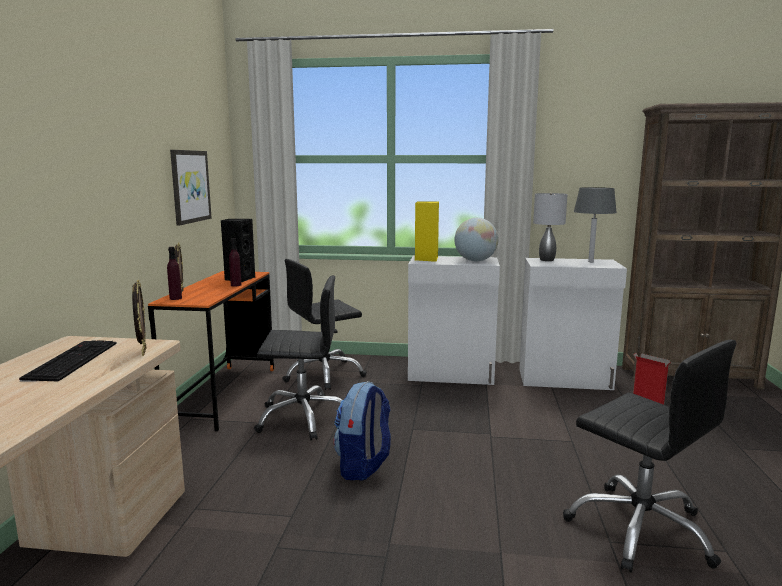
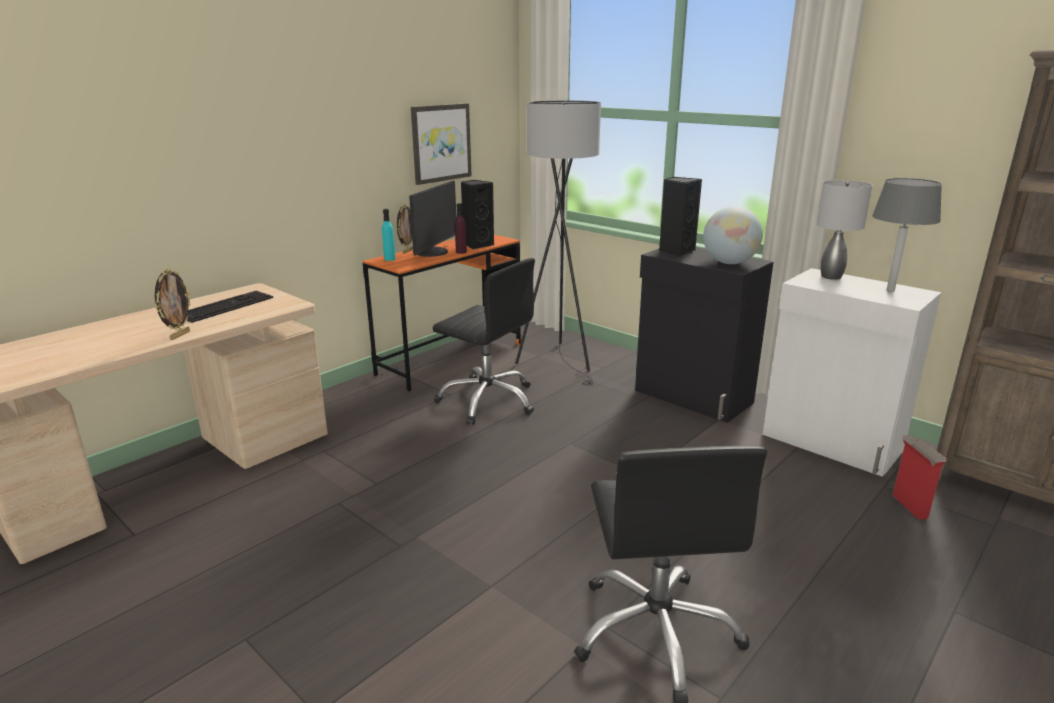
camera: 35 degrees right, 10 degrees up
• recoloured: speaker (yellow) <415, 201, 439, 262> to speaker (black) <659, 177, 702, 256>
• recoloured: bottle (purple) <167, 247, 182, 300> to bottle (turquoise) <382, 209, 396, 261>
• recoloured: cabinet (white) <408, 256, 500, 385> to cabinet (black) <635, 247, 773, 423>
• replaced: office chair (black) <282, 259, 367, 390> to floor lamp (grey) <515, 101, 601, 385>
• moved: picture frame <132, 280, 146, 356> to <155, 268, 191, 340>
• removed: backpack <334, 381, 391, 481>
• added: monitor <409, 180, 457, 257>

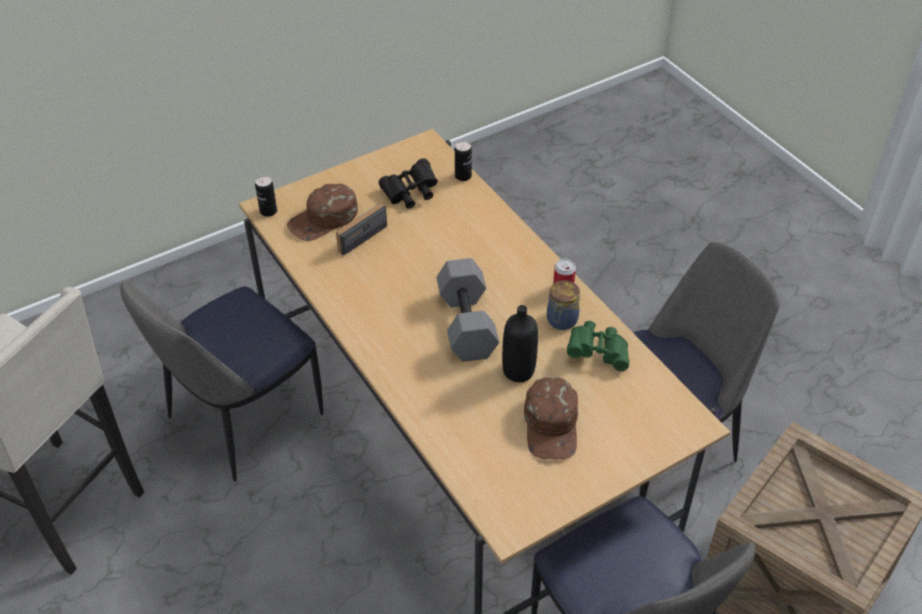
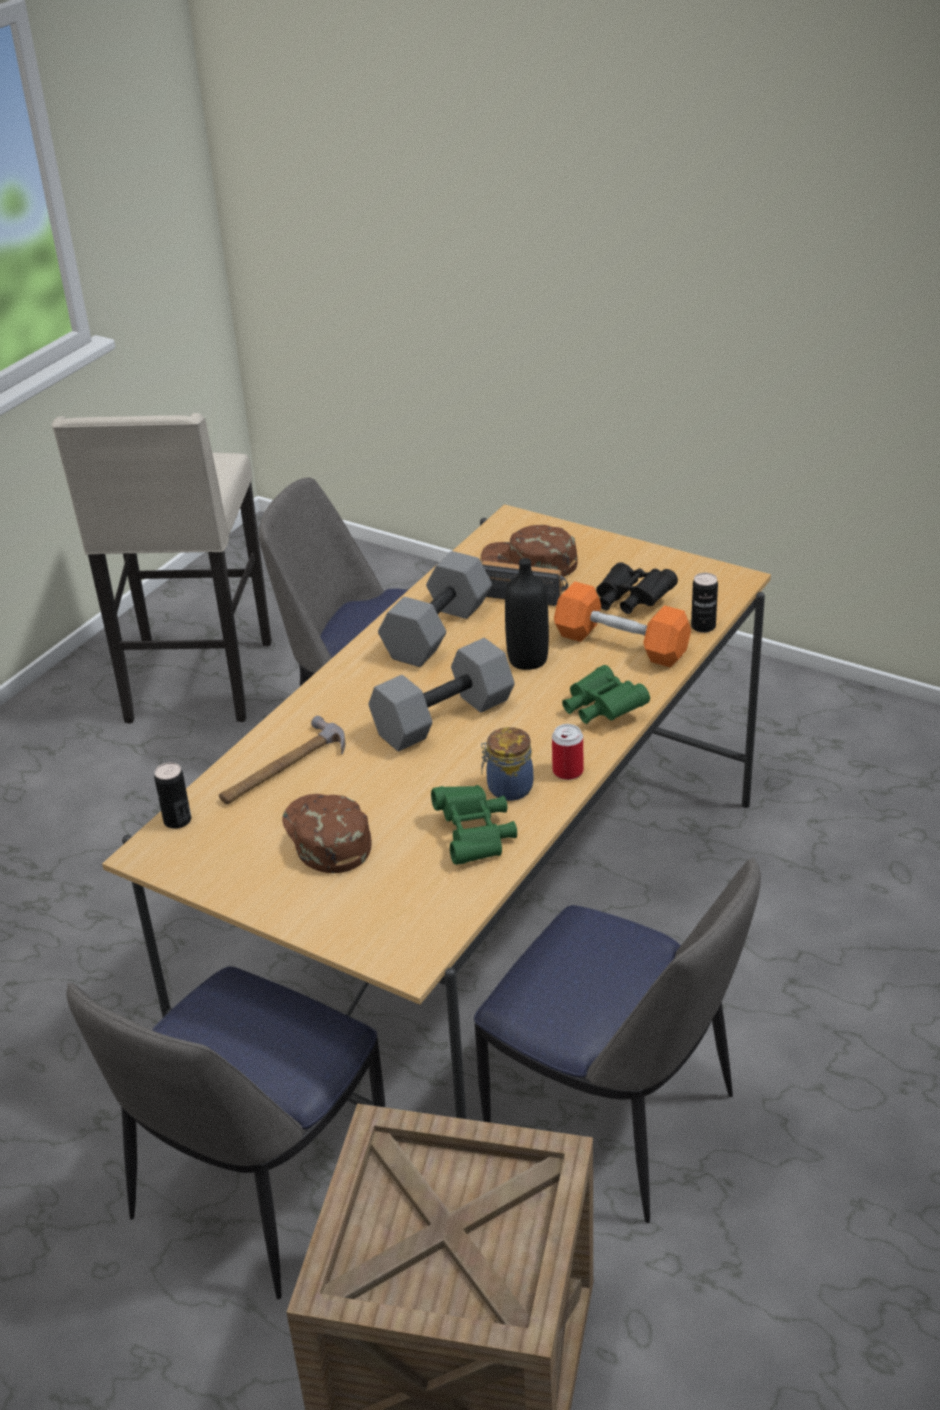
camera: 65 degrees right, 10 degrees down
• moved: can <255, 176, 277, 217> to <154, 762, 191, 829>
• moved: bottle (black) <502, 305, 538, 382> to <505, 558, 549, 670>
• turned: cap (brown) <524, 377, 578, 459> = <282, 794, 372, 873> 90 degrees clockwise
• added: dumbbell (grey) <378, 551, 492, 667>
• added: dumbbell (orange) <554, 581, 691, 668>
• added: binoculars (green) <562, 665, 650, 724>
• added: hammer <219, 716, 345, 804>

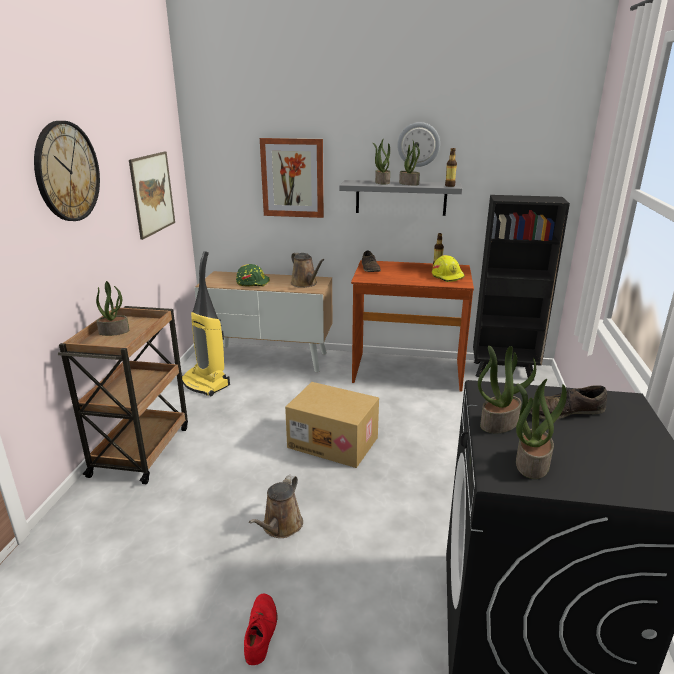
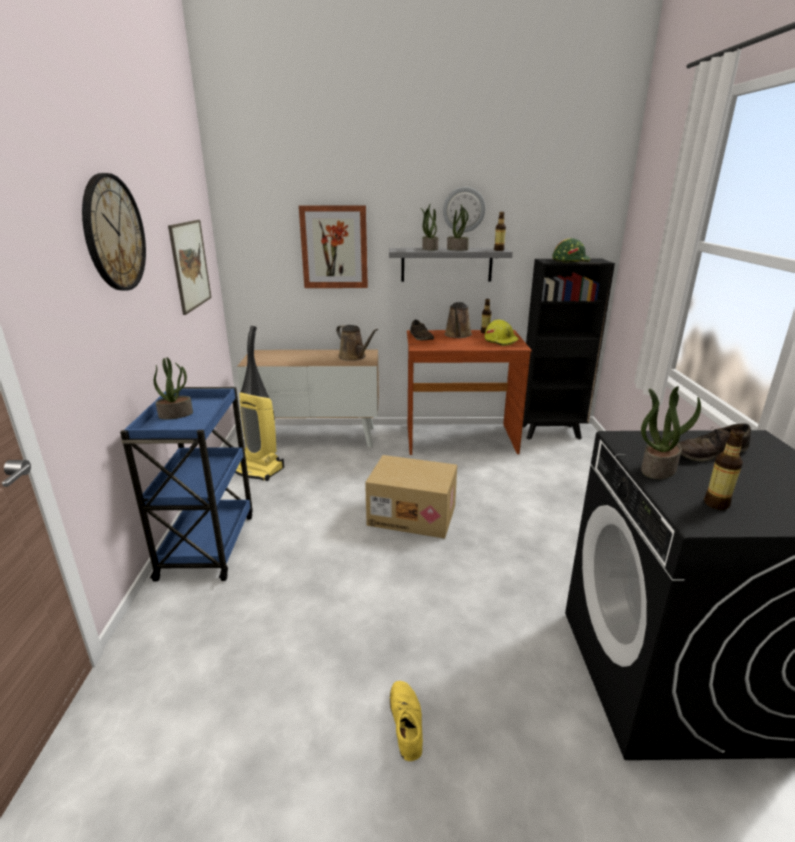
camera: 10 degrees left, 0 degrees up
• moved: hard hat (green) <236, 264, 270, 286> to <552, 238, 590, 262>
• recoloured: cart (brown) <58, 306, 188, 484> to cart (blue) <120, 387, 253, 581>
• replaced: potted plant <516, 379, 567, 479> to bottle <704, 428, 744, 510>
• moved: watering can (brown) <249, 475, 303, 538> to <444, 302, 472, 338>
• recoloured: shoe (red) <244, 594, 277, 665> to shoe (yellow) <390, 681, 423, 761>

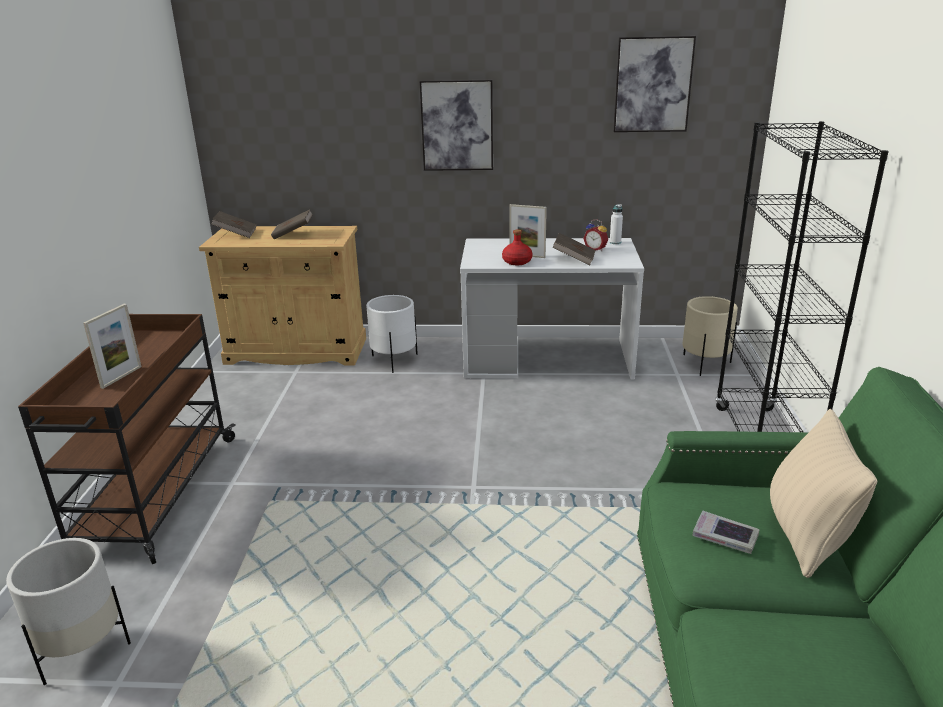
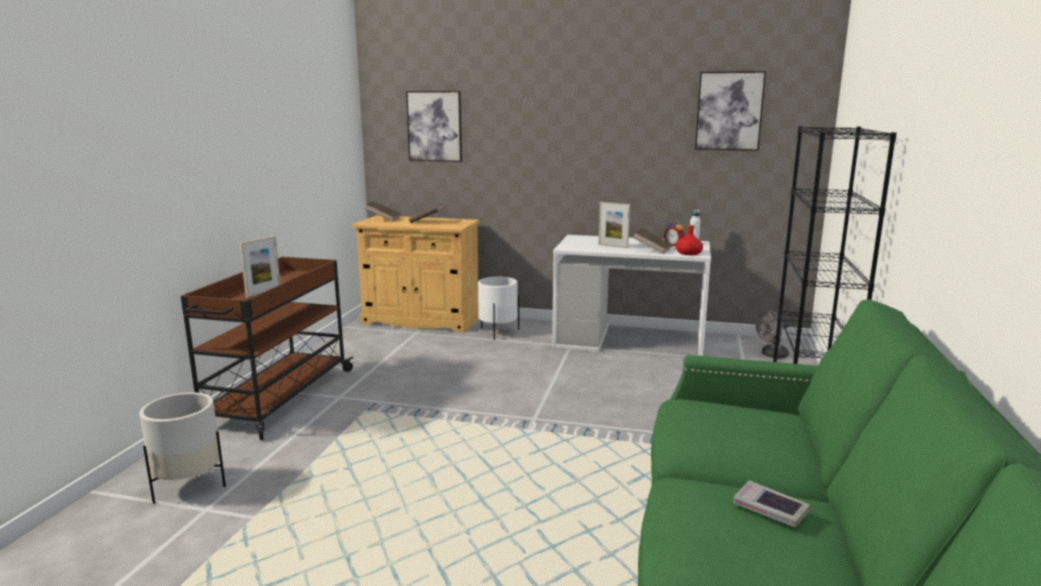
camera: 10 degrees right, 10 degrees down
• moved: picture <420, 80, 493, 171> to <406, 91, 462, 162>
• moved: bottle (red) <502, 230, 533, 265> to <676, 225, 703, 255>
• replaced: planter (beige) <682, 296, 738, 376> to fan (grey) <756, 310, 789, 359>
• removed: pillow (beige) <770, 409, 878, 578>
• moved: book <692, 510, 760, 554> to <733, 480, 810, 527>

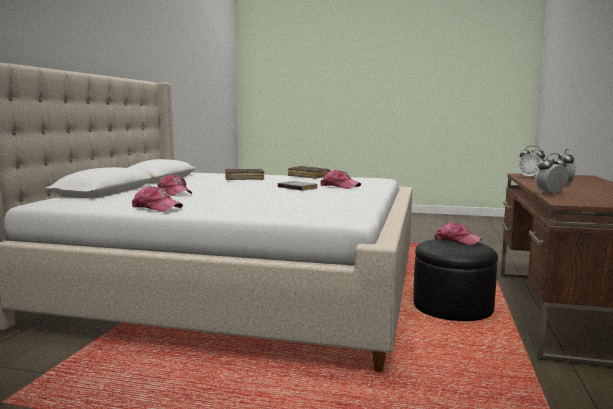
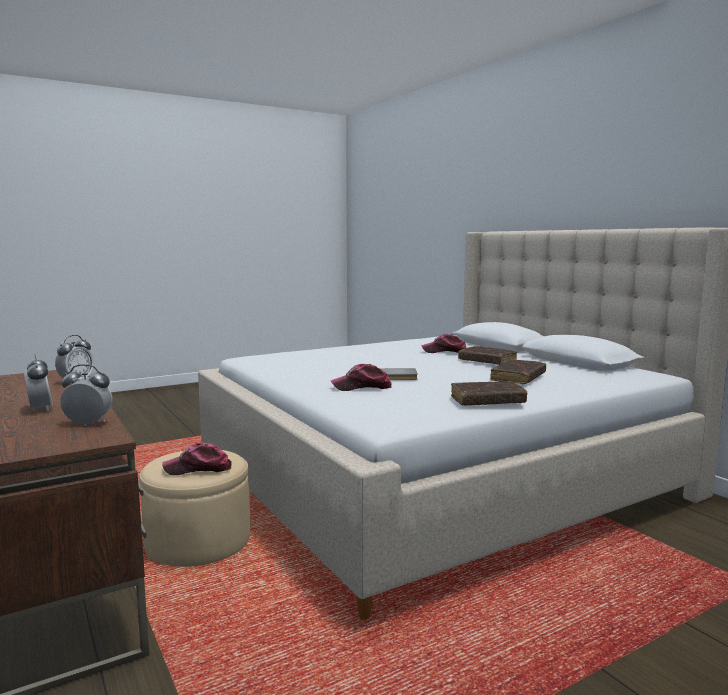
camera: 135 degrees right, 0 degrees up
• removed: cap <132, 186, 183, 212>
• recoloured: ottoman (black) <413, 239, 498, 321> to ottoman (beige) <139, 450, 250, 567>
• added: book (brown) <458, 346, 518, 365>

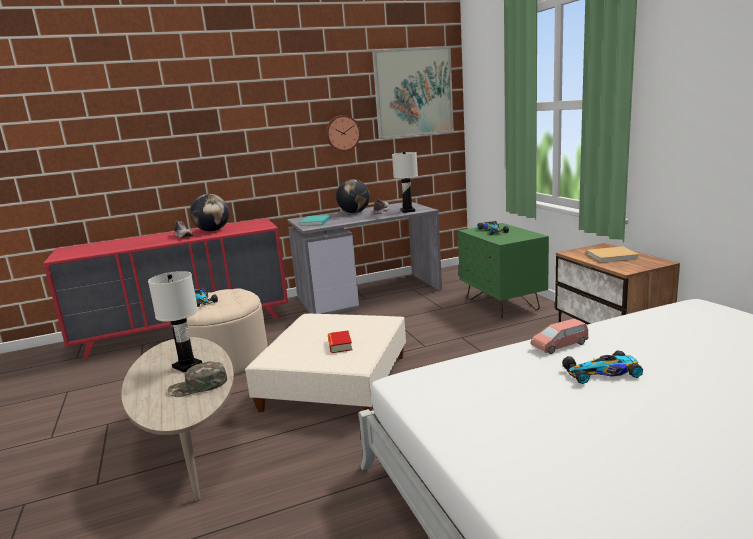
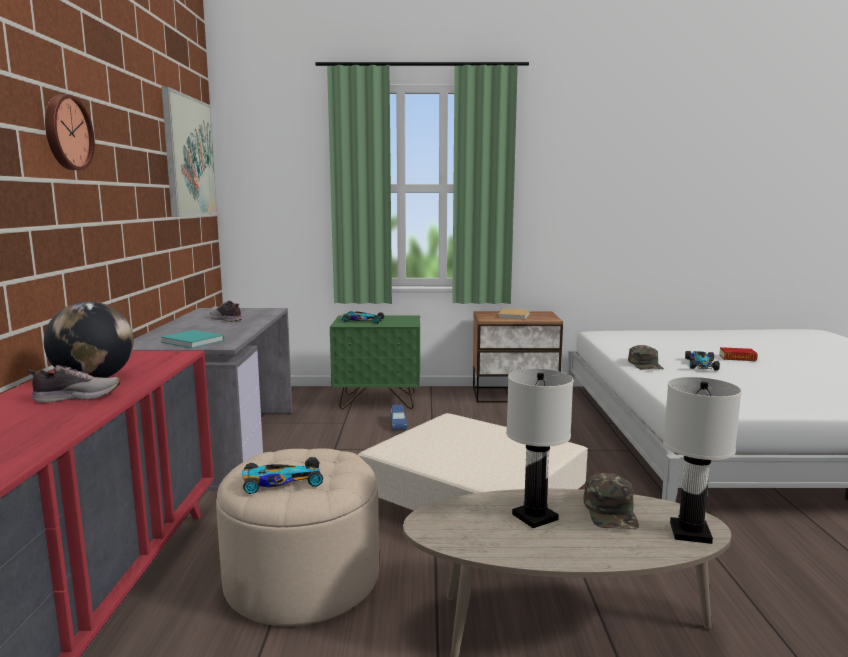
camera: 70 degrees left, 5 degrees down
• moved: wall clock <326, 115, 360, 151> to <45, 95, 95, 170>
• moved: table lamp (white) <392, 152, 418, 213> to <663, 377, 742, 544>
• removed: globe <336, 179, 370, 213>
• replaced: toy car (pink) <531, 319, 588, 354> to cap (green) <628, 345, 664, 370>
• moved: book <328, 331, 352, 353> to <719, 347, 757, 361>
• added: toy car (blue) <390, 405, 407, 430>

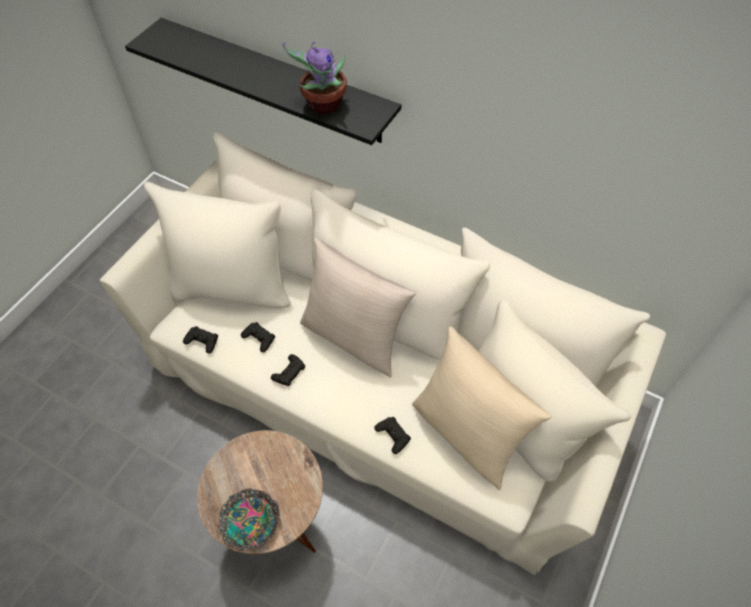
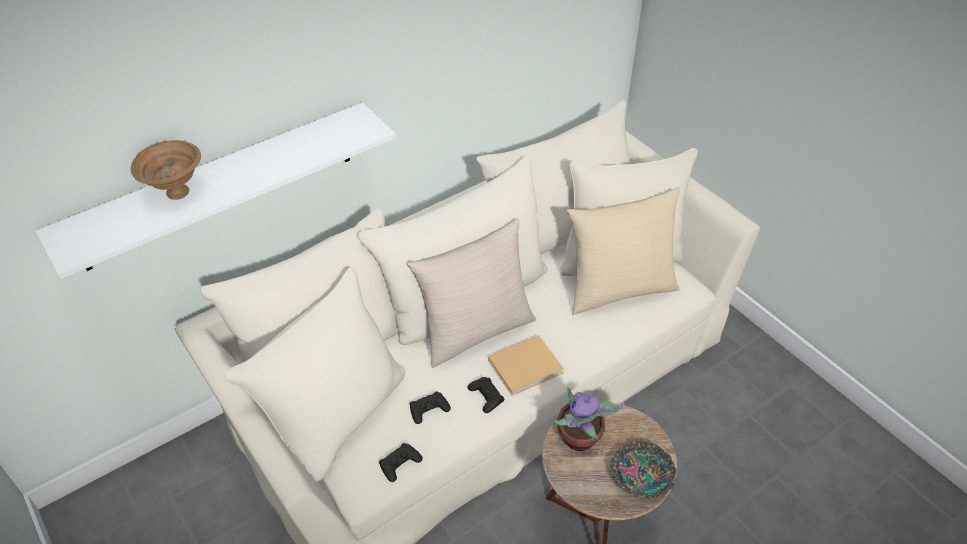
camera: 65 degrees left, 10 degrees down
• recoloured: shelf (black) <125, 18, 401, 145> to shelf (white) <35, 103, 396, 279>
• moved: potted plant <283, 41, 347, 114> to <554, 387, 624, 451>
• removed: game controller (black) <374, 417, 411, 454>
• added: bowl (brown) <131, 140, 201, 200>
• added: book (beige) <488, 335, 564, 396>

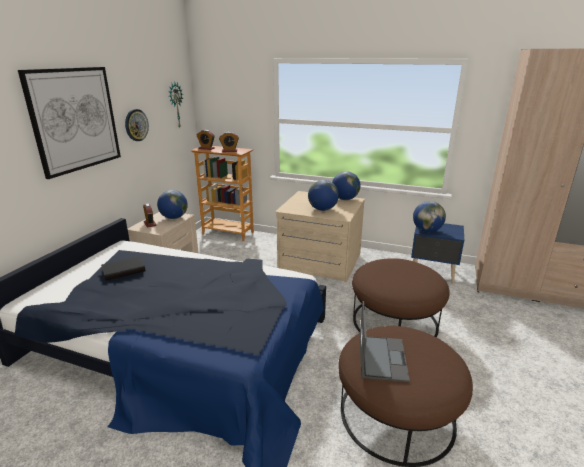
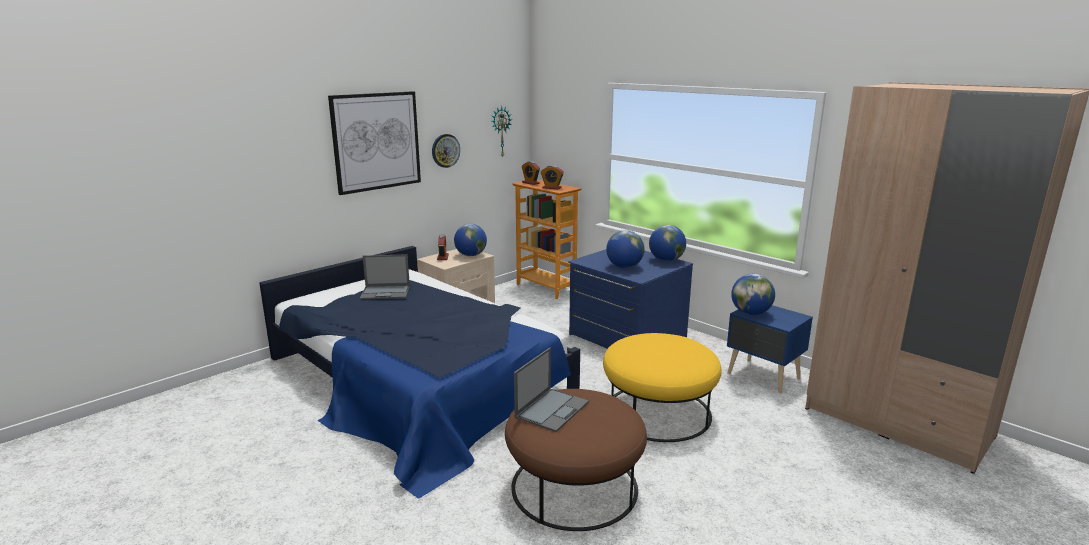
camera: 25 degrees right, 5 degrees down
• recoloured: dresser (beige) <275, 191, 365, 283> to dresser (blue) <568, 249, 693, 349>
• replaced: book (black) <101, 256, 145, 281> to laptop <360, 254, 410, 299>
• recoloured: ottoman (brown) <352, 258, 450, 337> to ottoman (yellow) <603, 333, 721, 442>

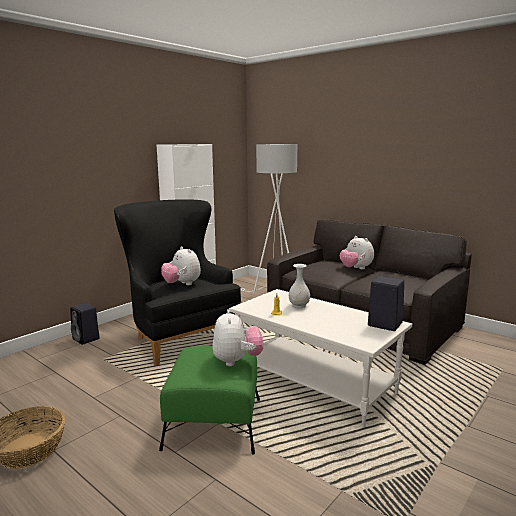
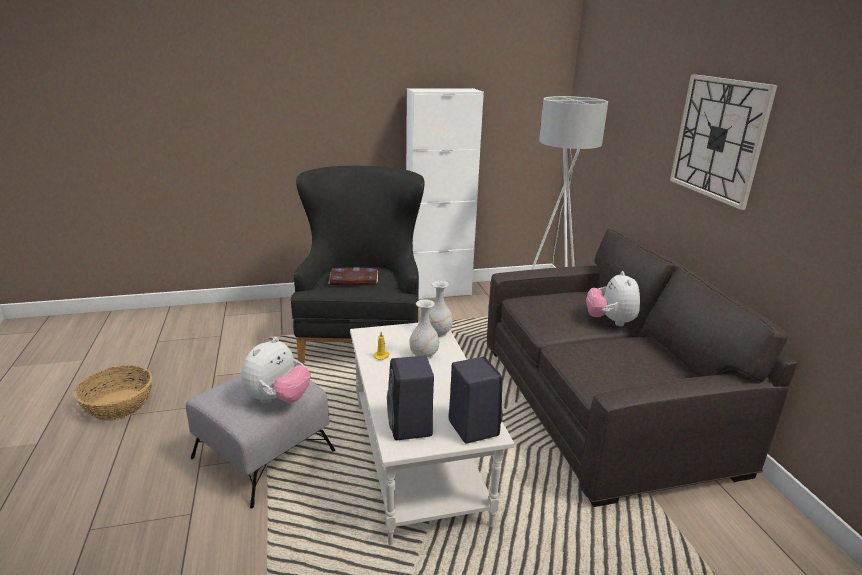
camera: 35 degrees right, 10 degrees up
• replaced: plush toy <161, 247, 201, 285> to book <328, 267, 378, 286>
• moved: speaker (black) <70, 303, 100, 345> to <387, 356, 434, 440>
• recoloured: ottoman (green) <159, 346, 260, 454> to ottoman (grey) <186, 375, 335, 509>
• added: wall clock <670, 74, 778, 210>
• added: vase (white) <429, 281, 453, 337>

